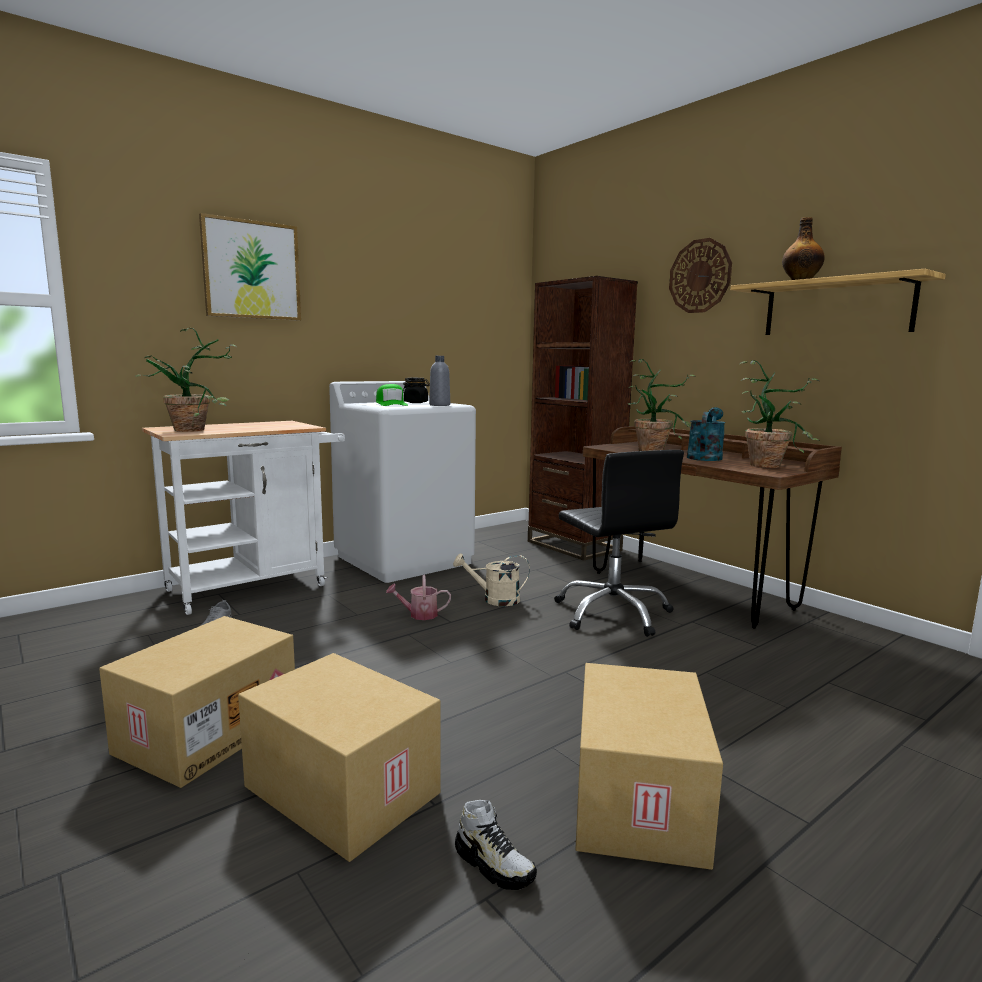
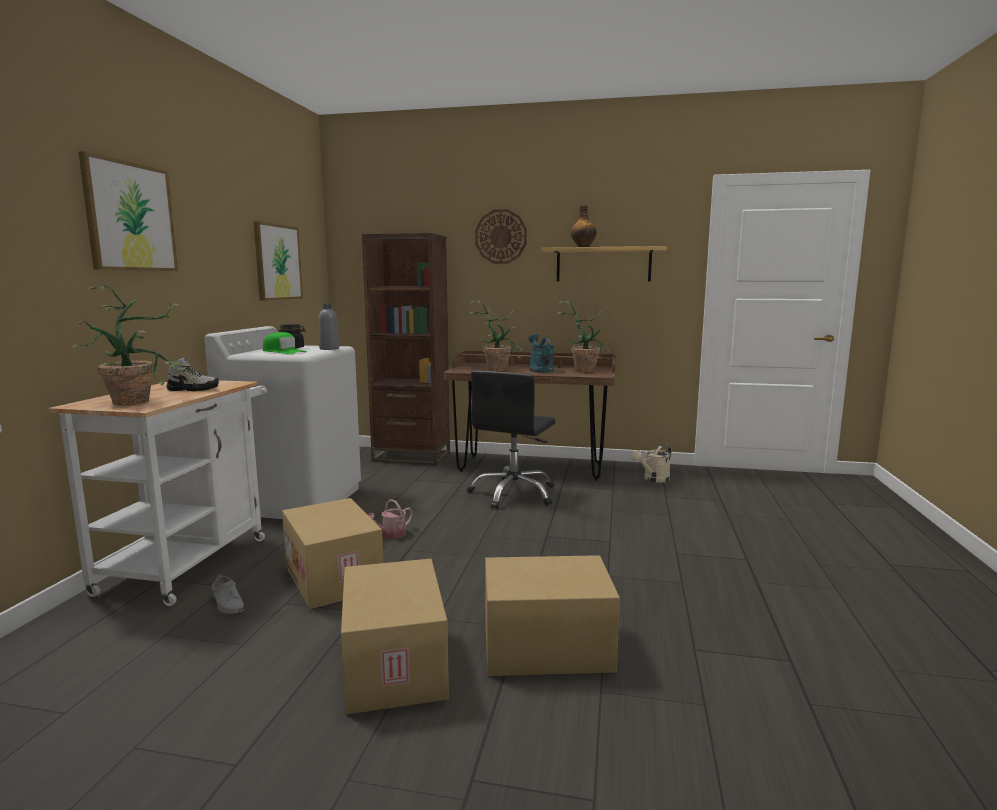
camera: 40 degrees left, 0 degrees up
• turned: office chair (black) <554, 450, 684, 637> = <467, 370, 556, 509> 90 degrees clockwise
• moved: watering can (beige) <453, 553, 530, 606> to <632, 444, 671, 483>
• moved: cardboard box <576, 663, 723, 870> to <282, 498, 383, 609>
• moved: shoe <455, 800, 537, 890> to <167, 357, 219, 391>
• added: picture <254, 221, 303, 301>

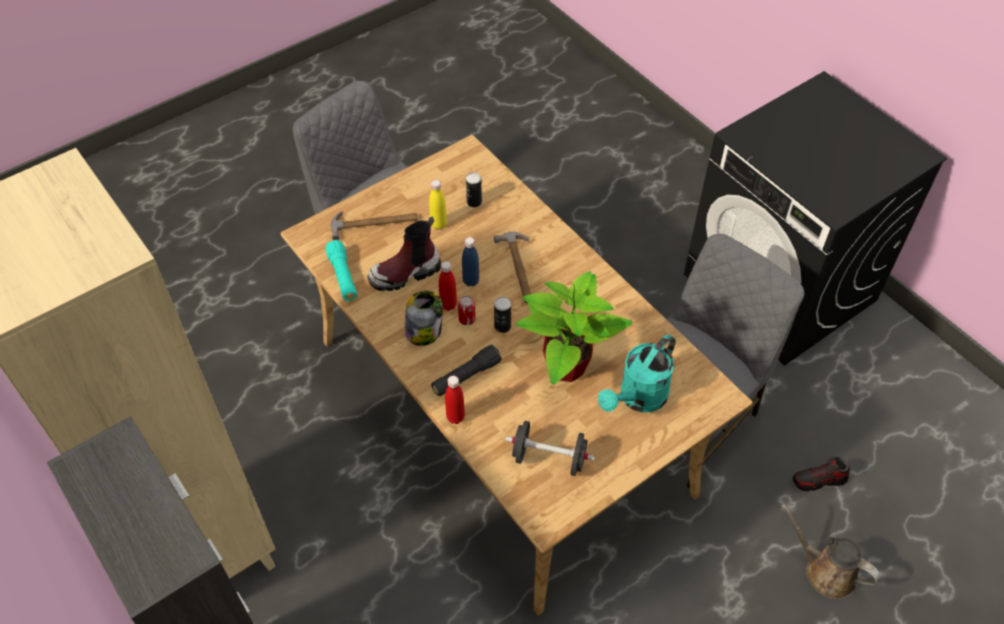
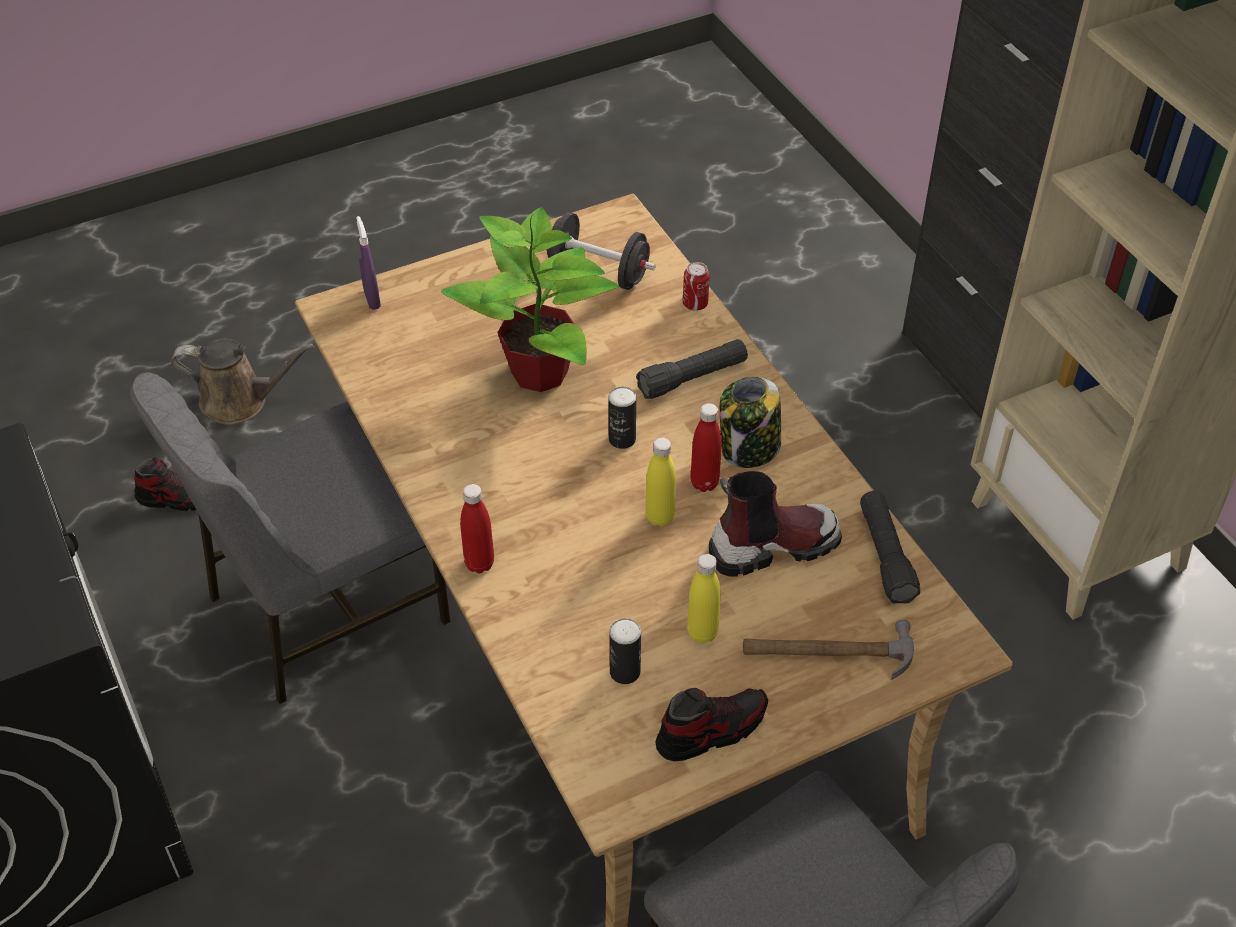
camera: 170 degrees left, 5 degrees down
• removed: hammer <494, 232, 531, 303>
• recoloured: bottle (blue) <462, 237, 479, 286> to bottle (yellow) <645, 437, 676, 526>
• recoloured: flashlight (turquoise) <326, 240, 357, 301> to flashlight (black) <860, 491, 920, 604>
• moved: can <458, 295, 476, 325> to <683, 262, 710, 311>
• removed: watering can (turquoise) <598, 334, 676, 413>
• moved: bottle (red) <445, 376, 465, 424> to <460, 484, 494, 573>
• turned: watering can (brown) <782, 503, 881, 599> = <171, 339, 315, 425> 45 degrees counterclockwise
• added: spray bottle (purple) <356, 216, 381, 310>
• added: shoe <656, 688, 768, 761>

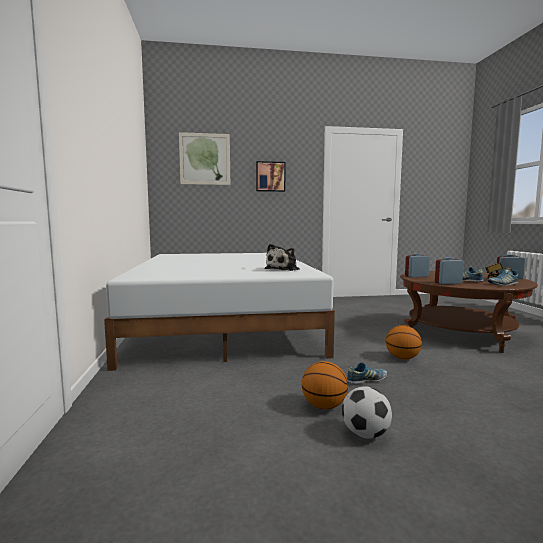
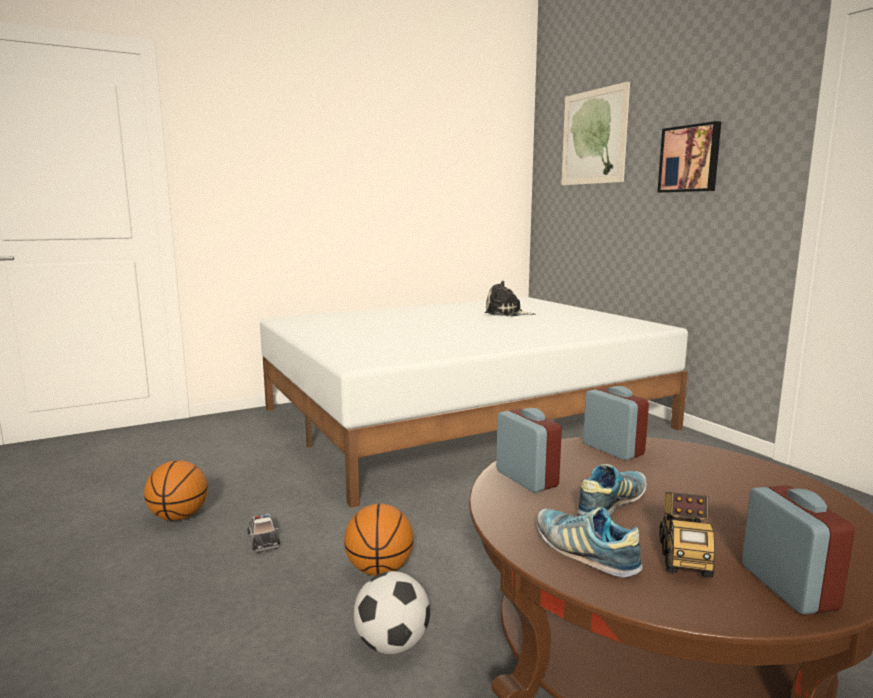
camera: 70 degrees right, 5 degrees up
• moved: plush toy <265, 244, 300, 271> to <485, 281, 535, 316>
• replaced: shoe <347, 362, 387, 384> to toy car <247, 513, 280, 553>
• moved: football <342, 386, 392, 439> to <353, 571, 430, 654>

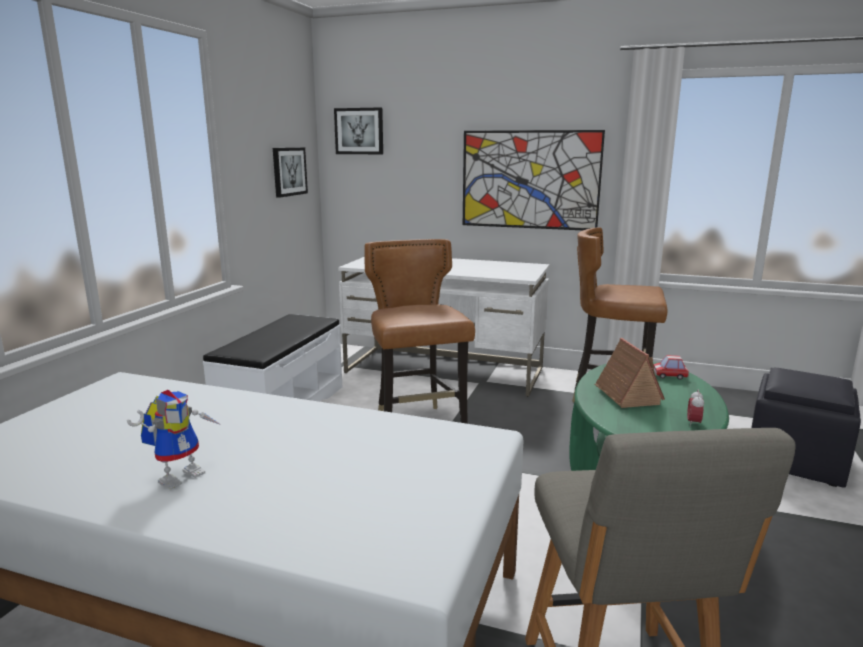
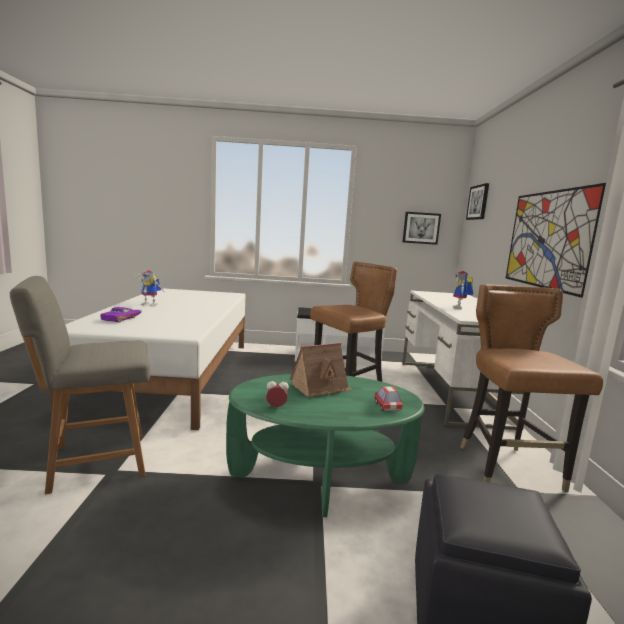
camera: 70 degrees right, 5 degrees down
• added: toy robot <453, 271, 473, 309>
• added: toy car (purple) <100, 307, 142, 322>

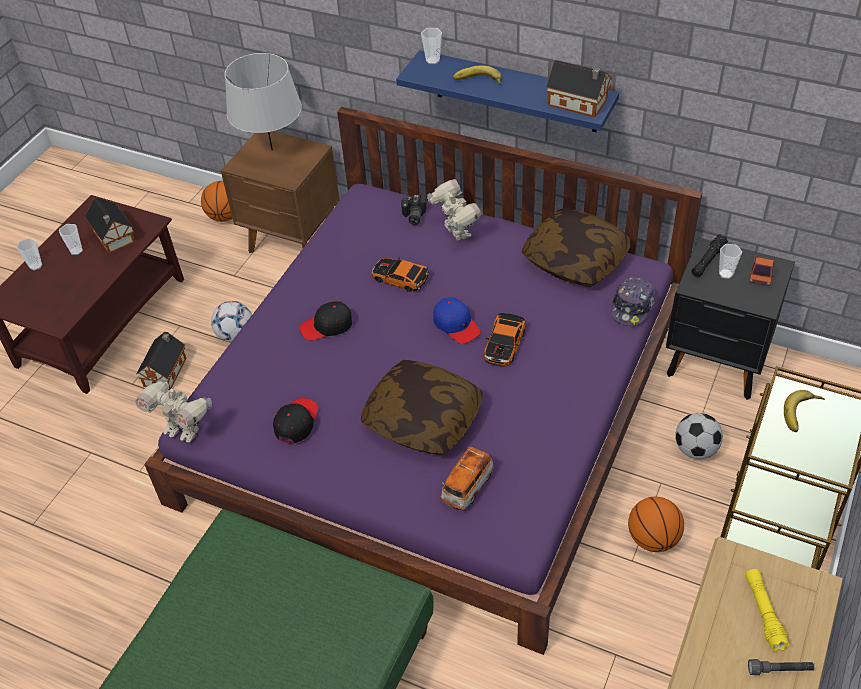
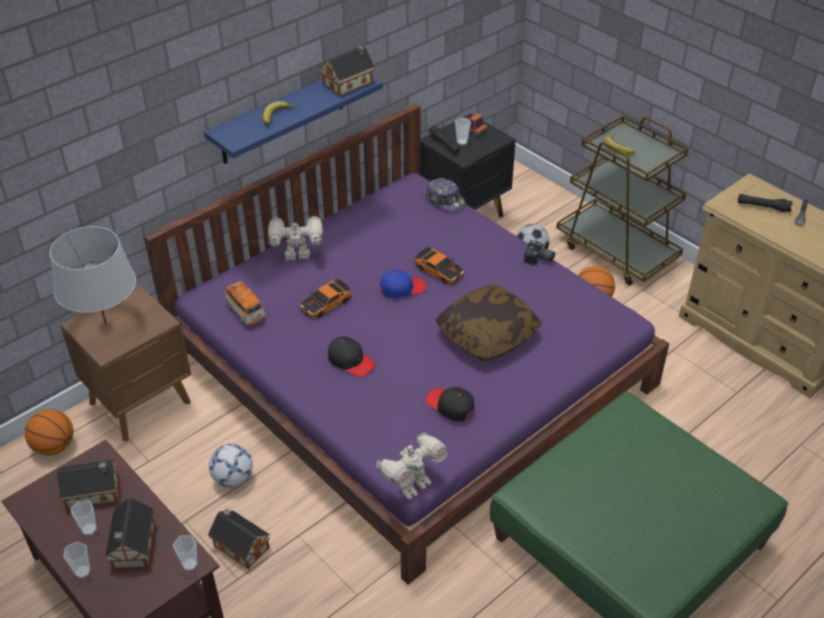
camera: 70 degrees left, 5 degrees down
• moved: cup <421, 28, 442, 64> to <173, 535, 197, 571>
• moved: photo camera <401, 195, 427, 225> to <524, 240, 555, 265>
• removed: pillow <522, 208, 631, 287>
• turned: cap (black) <300, 301, 352, 341> = <328, 336, 375, 377> 60 degrees counterclockwise
• moved: toy car <440, 447, 494, 510> to <225, 281, 266, 325>
• recoloured: flashlight (yellow) <745, 569, 790, 652> to flashlight (black) <738, 194, 793, 212>
• added: toy house <105, 498, 155, 569>

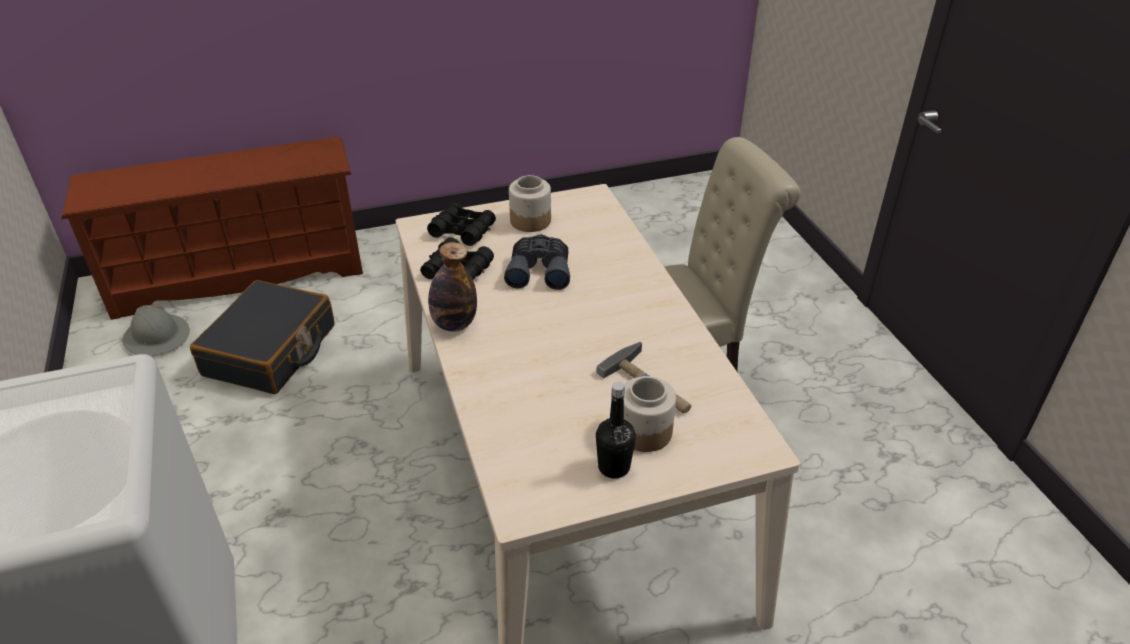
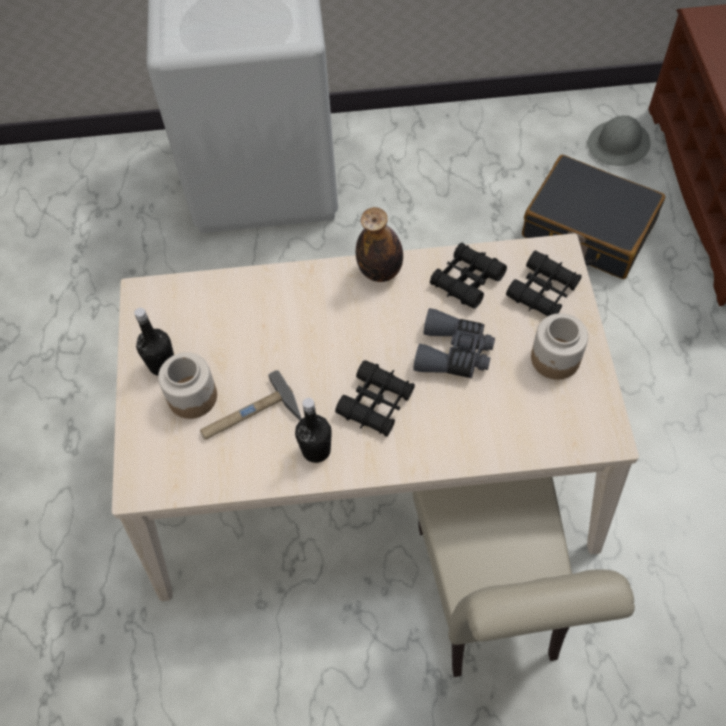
camera: 105 degrees right, 20 degrees up
• added: binoculars (black) <335, 360, 415, 437>
• added: bottle (black) <295, 398, 332, 463>

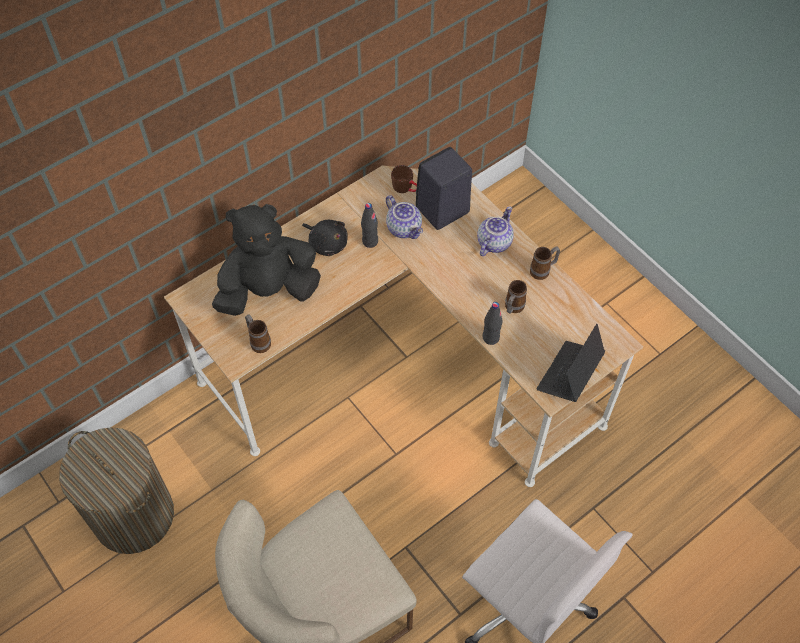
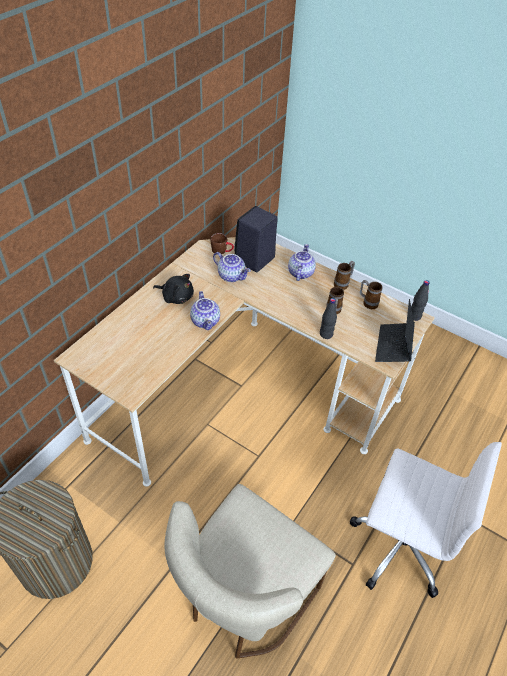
camera: 20 degrees left, 10 degrees down
• moved: bottle (black) <361, 203, 378, 248> to <411, 280, 430, 321>
• removed: plush toy (black) <212, 204, 321, 316>
• moved: mug <245, 315, 271, 353> to <360, 280, 382, 309>
• added: teapot <190, 291, 220, 330>

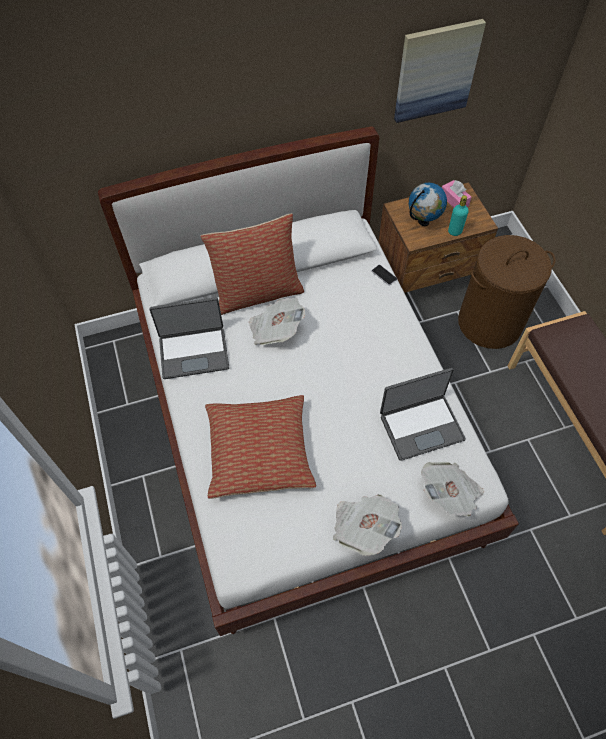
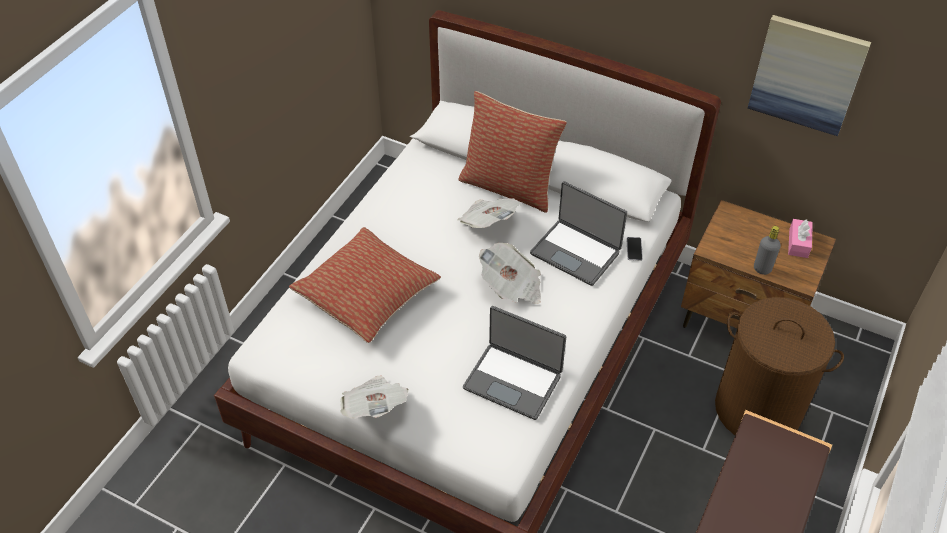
camera: 45 degrees right, 10 degrees down
• removed: globe <409, 183, 447, 226>
• recoloured: bottle (turquoise) <448, 195, 469, 236> to bottle (grey) <754, 226, 781, 275>
• moved: laptop <149, 297, 229, 379> to <530, 181, 627, 286>
• moved: newspaper <421, 462, 484, 517> to <479, 243, 541, 304>

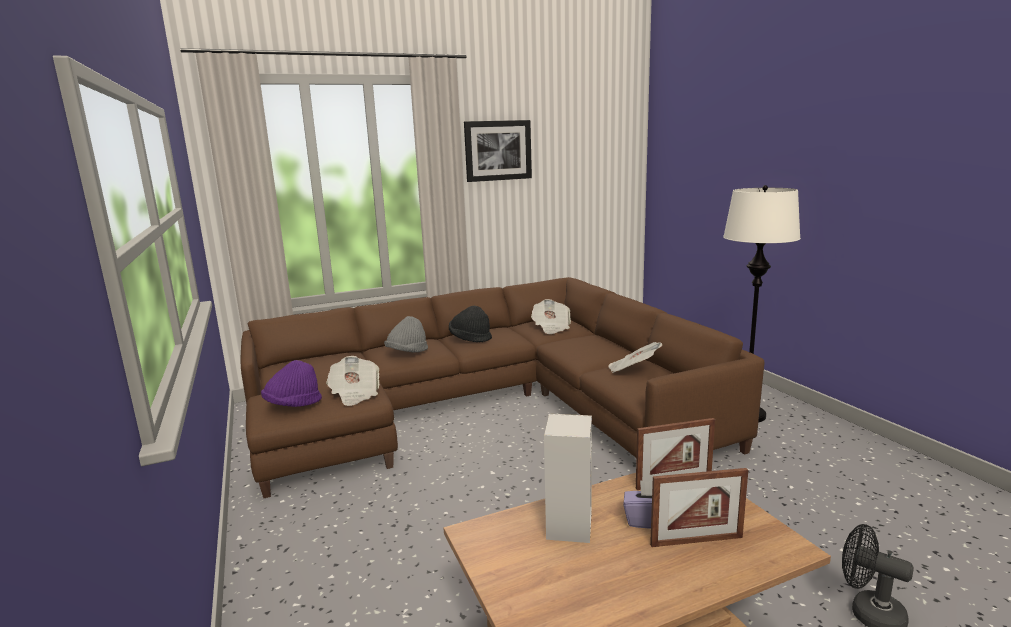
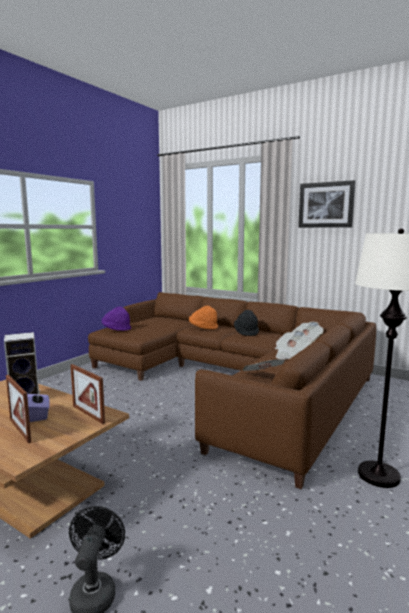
camera: 55 degrees right, 5 degrees down
• recoloured: hat (grey) <384, 316, 428, 353> to hat (orange) <189, 306, 218, 329>
• moved: newspaper <326, 356, 379, 406> to <275, 330, 312, 360>

